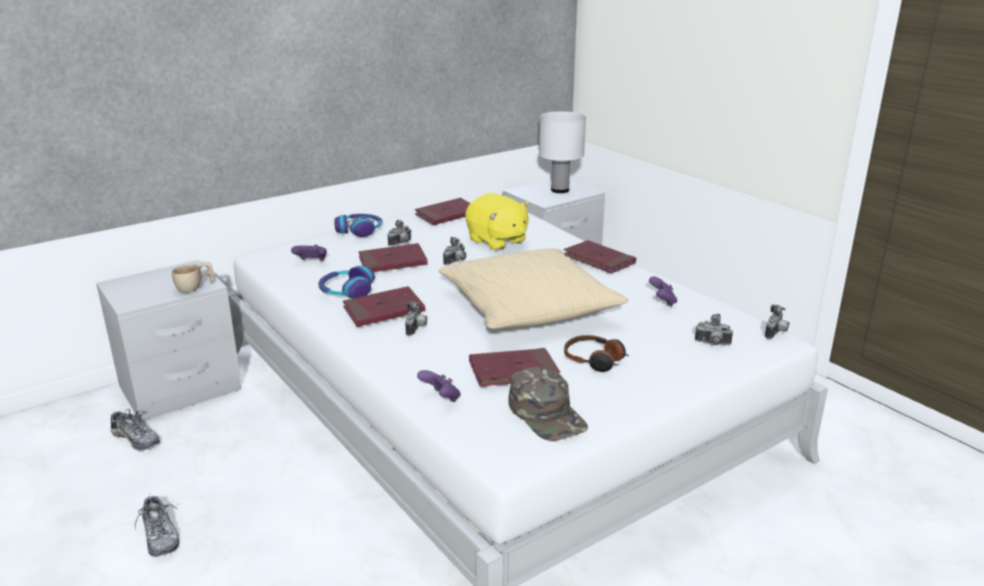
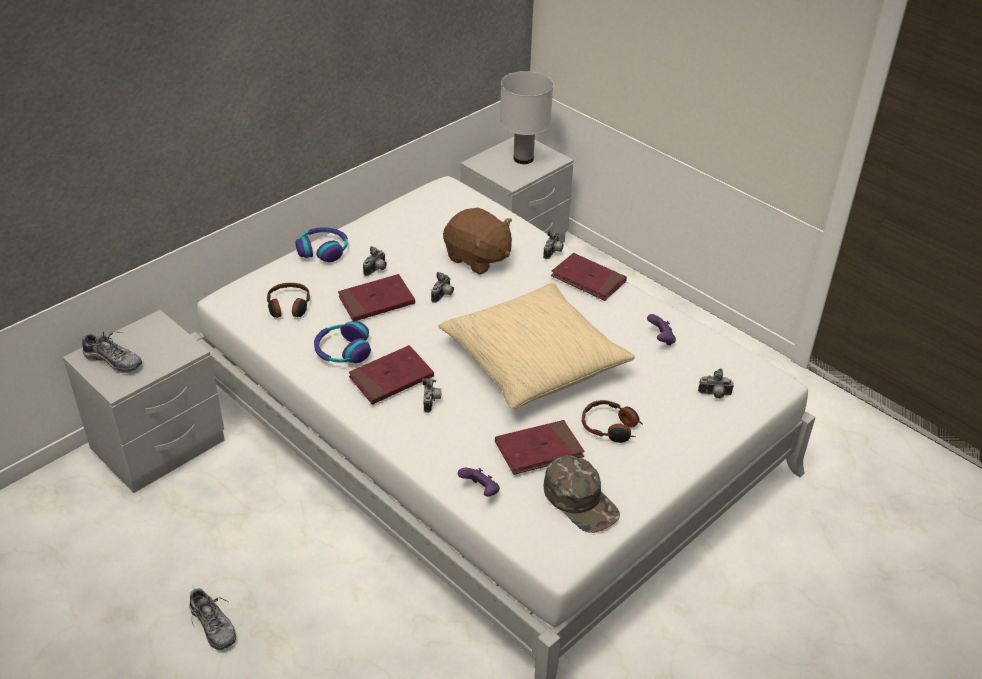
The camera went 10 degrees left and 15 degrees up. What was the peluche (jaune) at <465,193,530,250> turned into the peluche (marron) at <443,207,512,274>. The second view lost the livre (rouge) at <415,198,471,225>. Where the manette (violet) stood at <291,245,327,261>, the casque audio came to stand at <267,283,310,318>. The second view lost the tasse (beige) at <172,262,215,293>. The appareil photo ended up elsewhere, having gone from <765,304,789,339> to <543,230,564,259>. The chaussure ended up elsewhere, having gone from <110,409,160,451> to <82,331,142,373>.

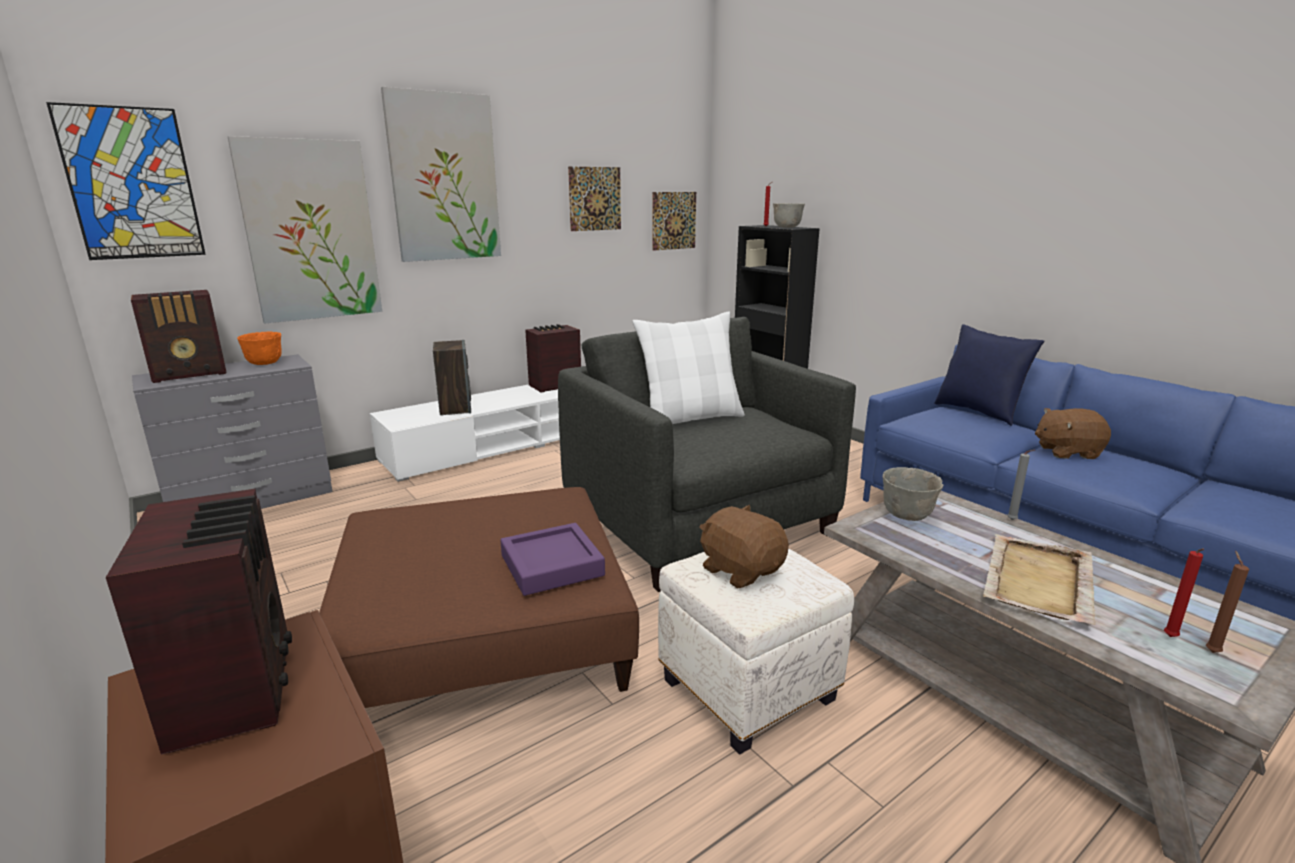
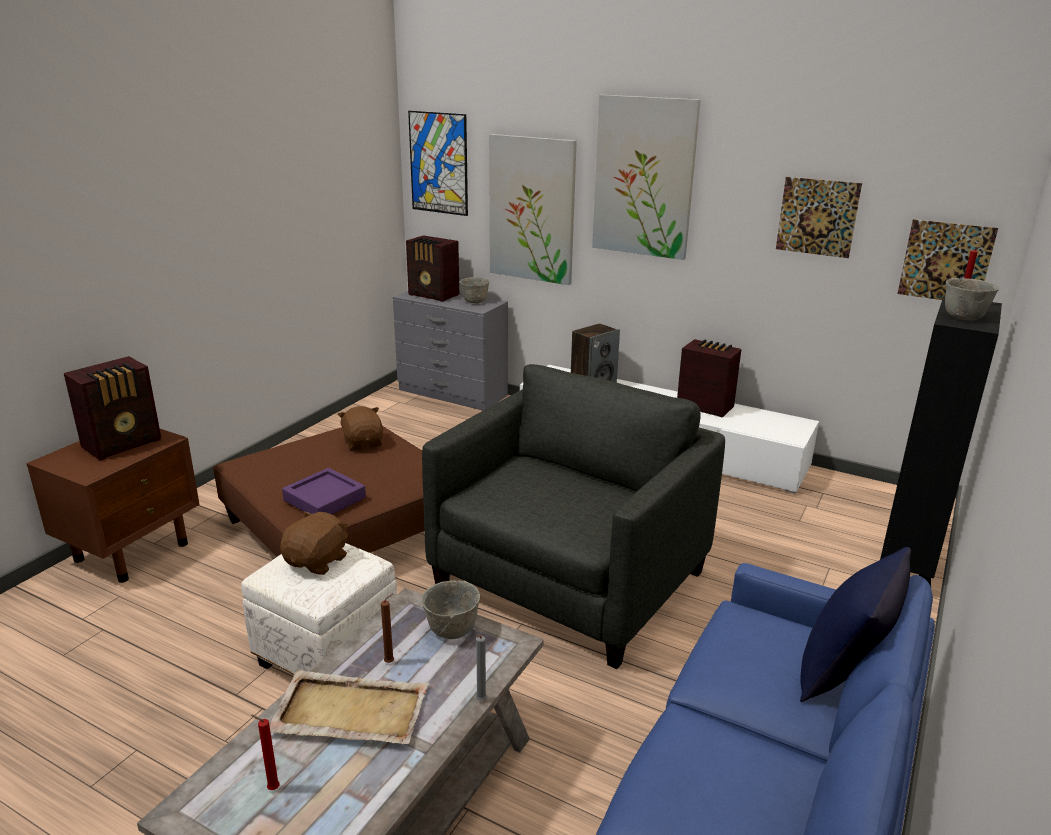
The camera went 65 degrees right and 5 degrees up. The second view lost the coussin (blanc) at <632,311,745,424>. What was the bol (orange) at <237,332,282,365> turned into the bol (gris) at <460,277,490,303>. The peluche (marron) ended up elsewhere, having gone from <1035,408,1111,459> to <337,406,383,451>. The bougie (marron) ended up elsewhere, having gone from <1206,551,1249,653> to <381,594,394,663>.

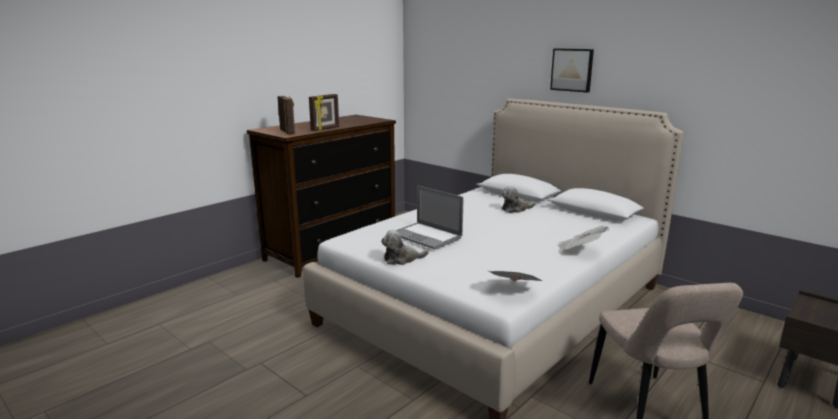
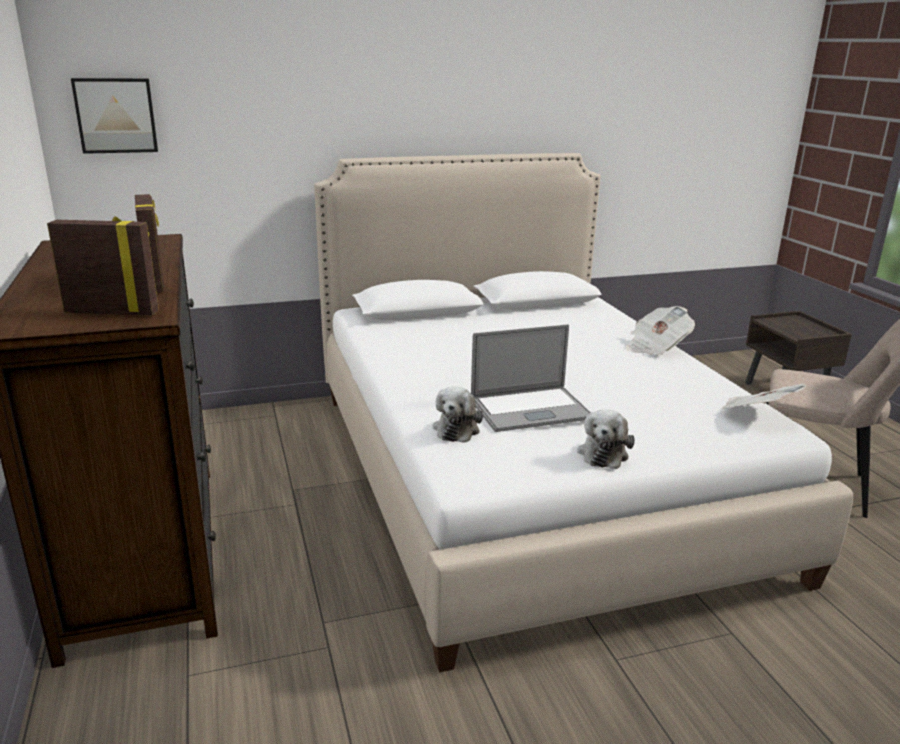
The camera went 60 degrees left and 5 degrees up. The tableau ended up elsewhere, having gone from <550,48,594,93> to <71,78,158,154>. The peluche ended up elsewhere, having gone from <502,186,535,213> to <433,386,483,442>.

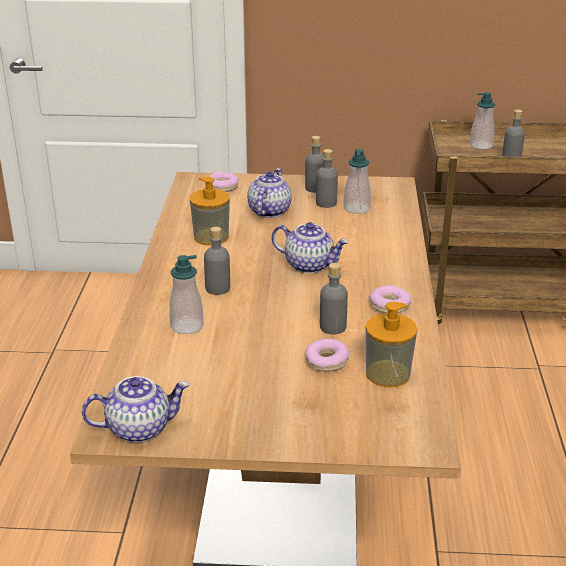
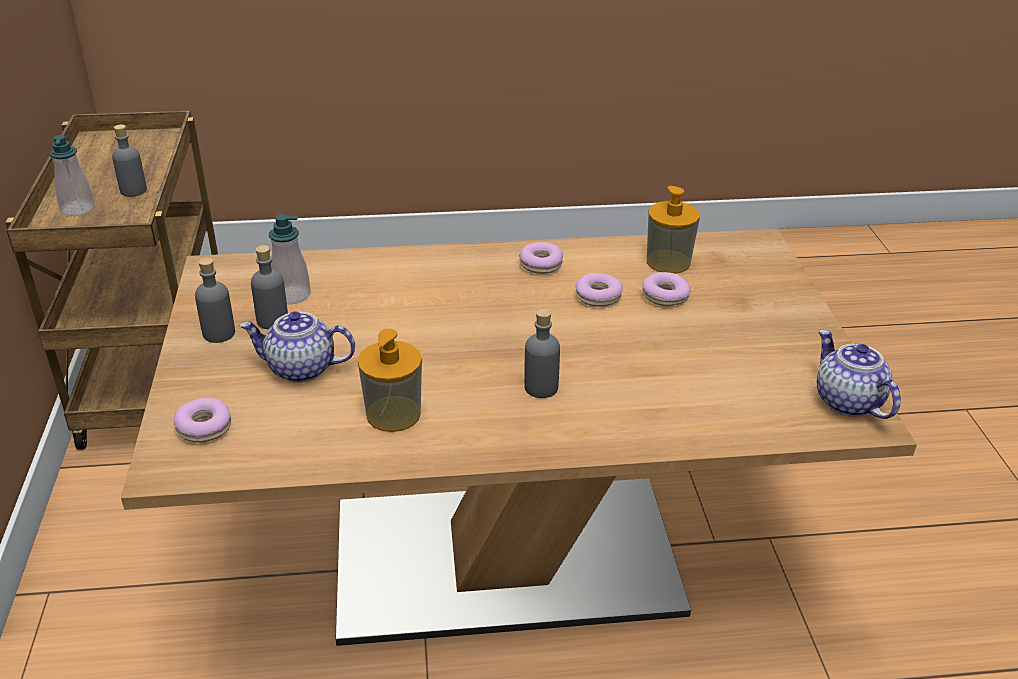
The camera went 100 degrees left and 5 degrees up. The second view lost the théière at <271,222,349,273>. The second view lost the distributeur de savon at <170,255,204,334>. Where the bouteille (gris) stood at <320,263,348,335>, the beignet came to stand at <576,273,623,307>.

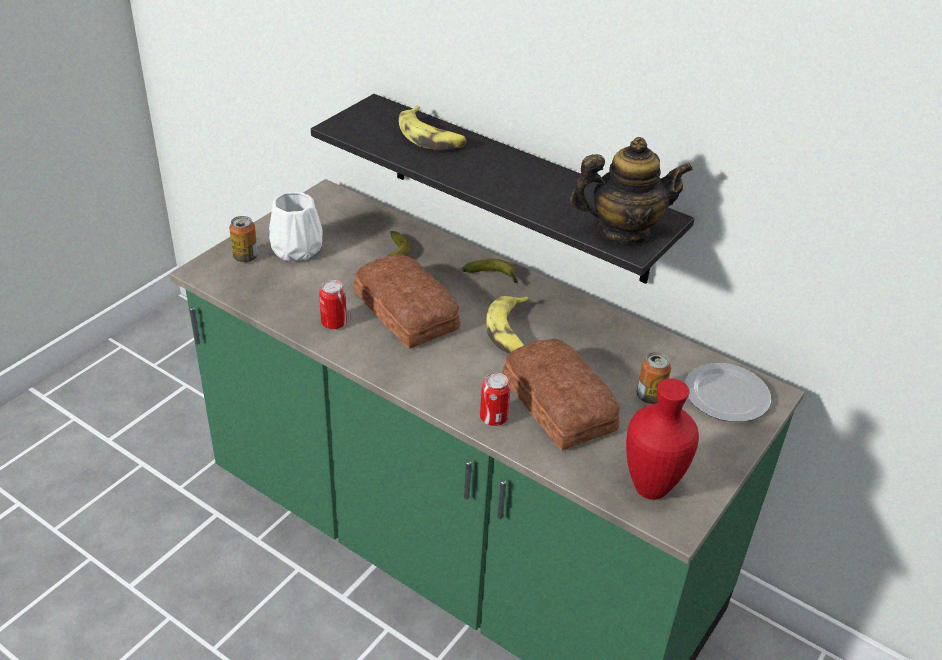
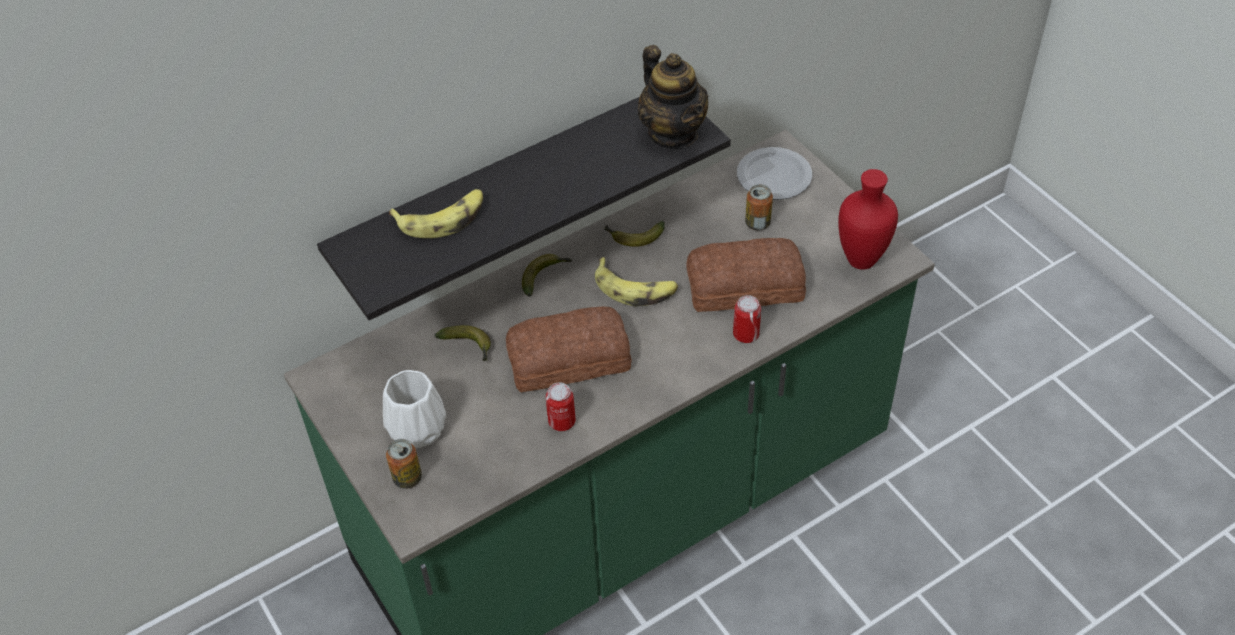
The camera went 65 degrees left and 10 degrees up. The théière at <570,137,693,244> ended up facing another way, 135 degrees clockwise from before. The second view gained the banane at <604,221,665,247>.

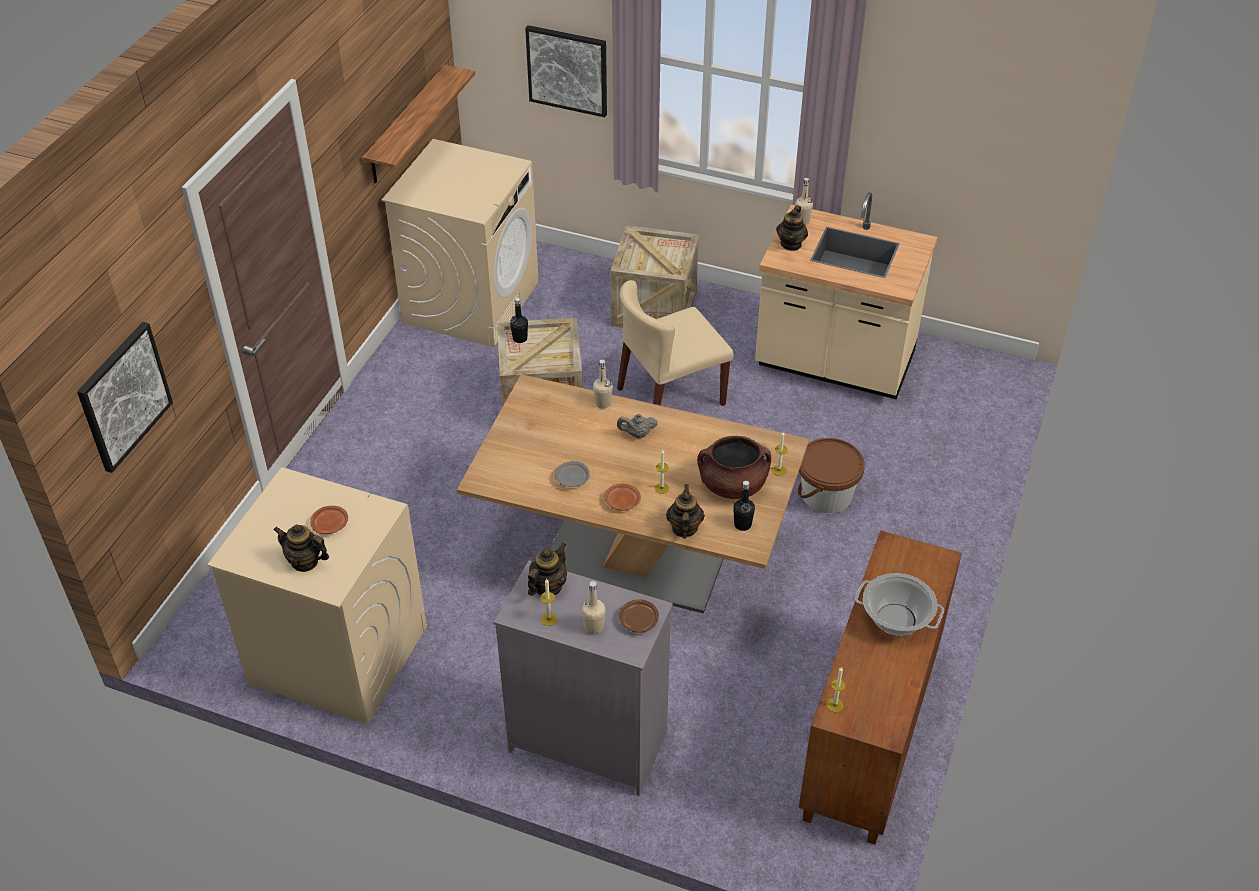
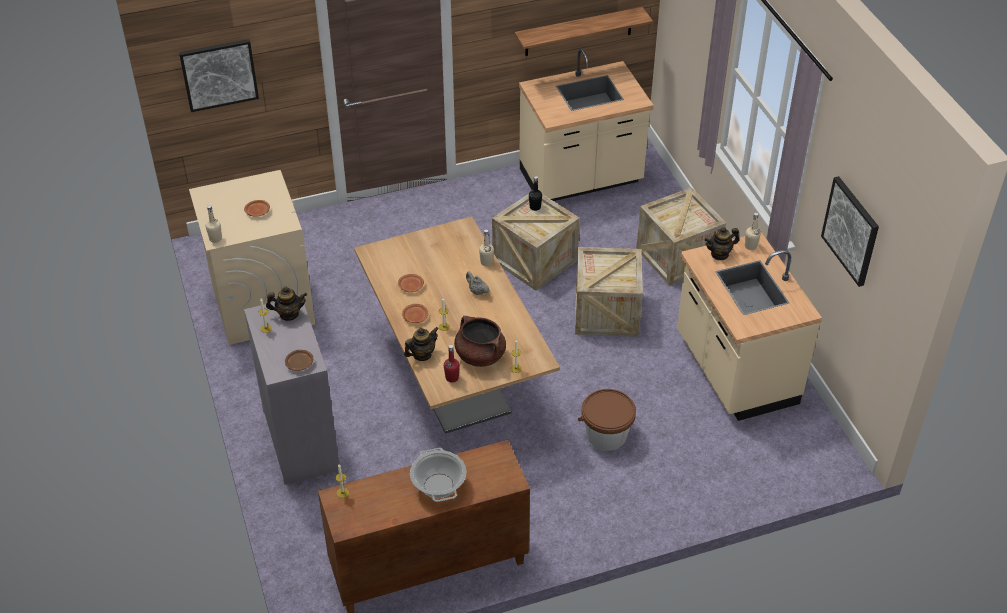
The camera went 50 degrees right and 0 degrees up. The tableau ended up elsewhere, having gone from <525,25,607,117> to <821,176,879,287>. Where the lave-linge (beige) stood at <382,139,539,347>, the comptoir de cuisine (beige) came to stand at <519,49,654,201>. Where the chaise (beige) stood at <617,280,734,406>, the caisse came to stand at <575,247,643,337>. What was the assiette (gris) at <555,461,590,487> turned into the assiette (marron) at <398,274,424,292>. What was the bouteille (noir) at <733,481,755,531> turned into the bouteille (rouge) at <444,345,460,383>. The second view lost the théière at <273,525,329,572>. The bouteille (beige) ended up elsewhere, having gone from <582,581,606,635> to <205,205,222,243>.

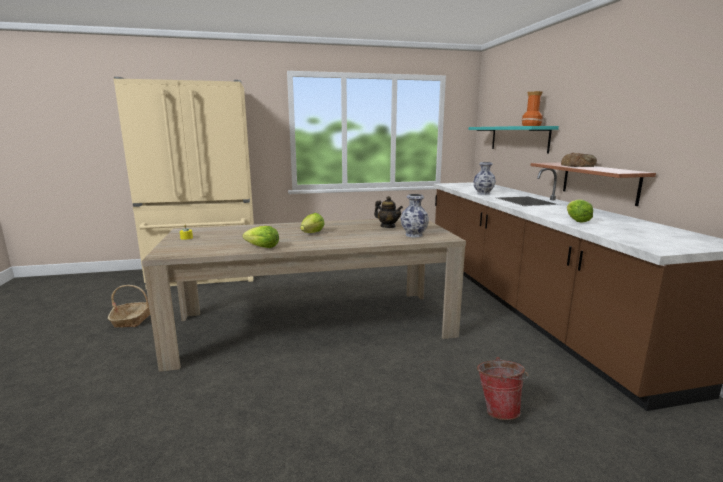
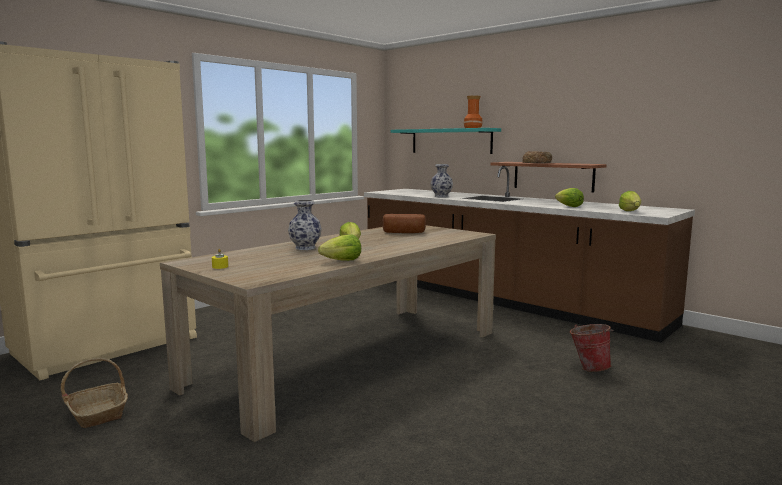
The camera went 35 degrees left and 5 degrees down. The vase ended up elsewhere, having gone from <401,194,429,237> to <288,200,322,250>. Where the théière stood at <374,196,403,228>, the pain came to stand at <383,214,426,233>. The second view gained the laitue at <619,191,641,211>.

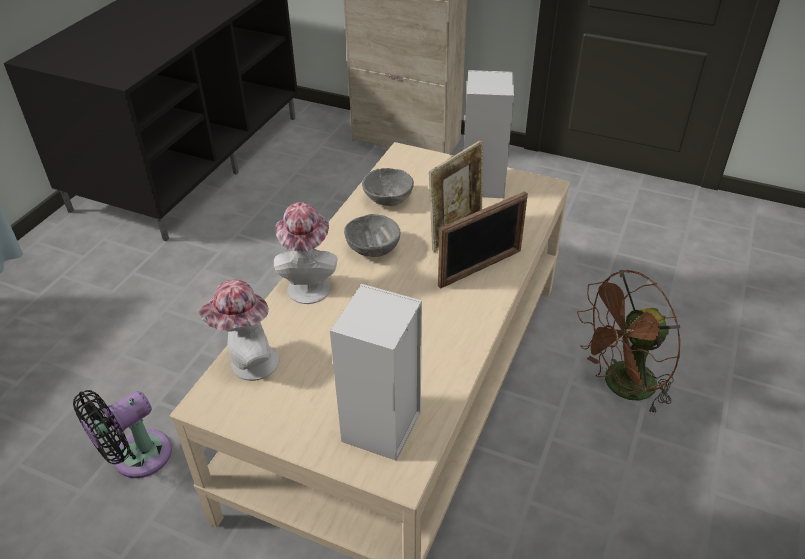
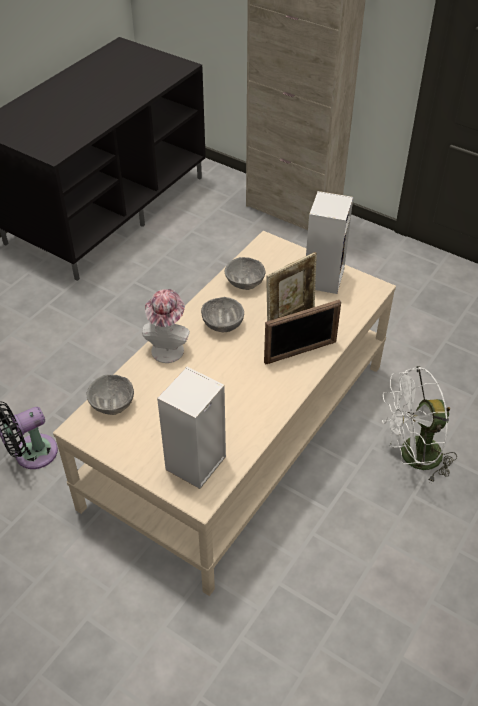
The camera went 10 degrees right and 5 degrees up. What was the ventilateur (marron) at <577,270,680,415> turned into the ventilateur (blanc) at <382,366,457,482>. Where the chapeau stood at <198,279,279,381>, the bol (gris) came to stand at <87,375,134,415>.

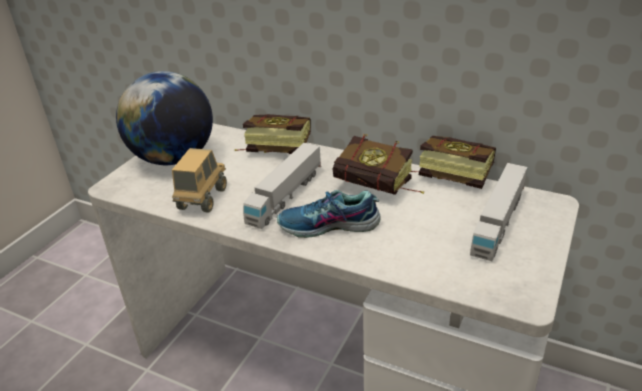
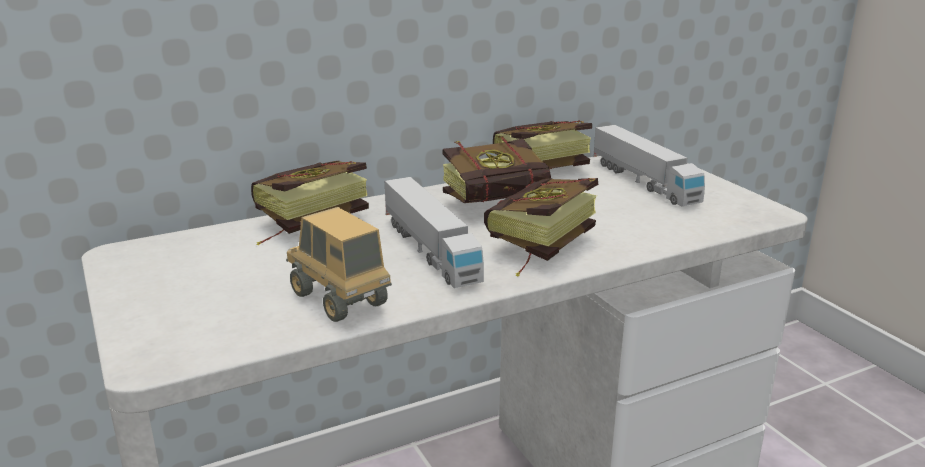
The camera went 55 degrees left and 10 degrees down. The second view lost the globe at <116,71,213,165>. Where the chaussure stood at <277,190,381,238>, the livre came to stand at <484,178,598,277>.

